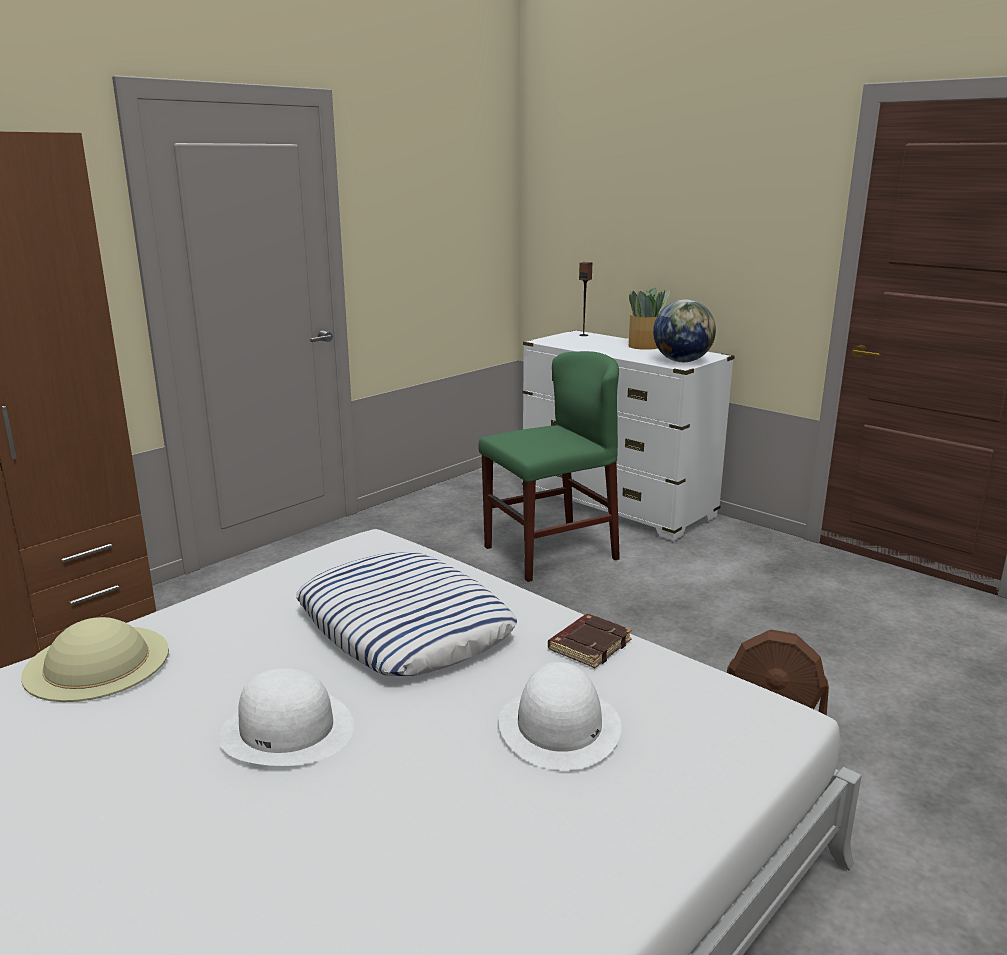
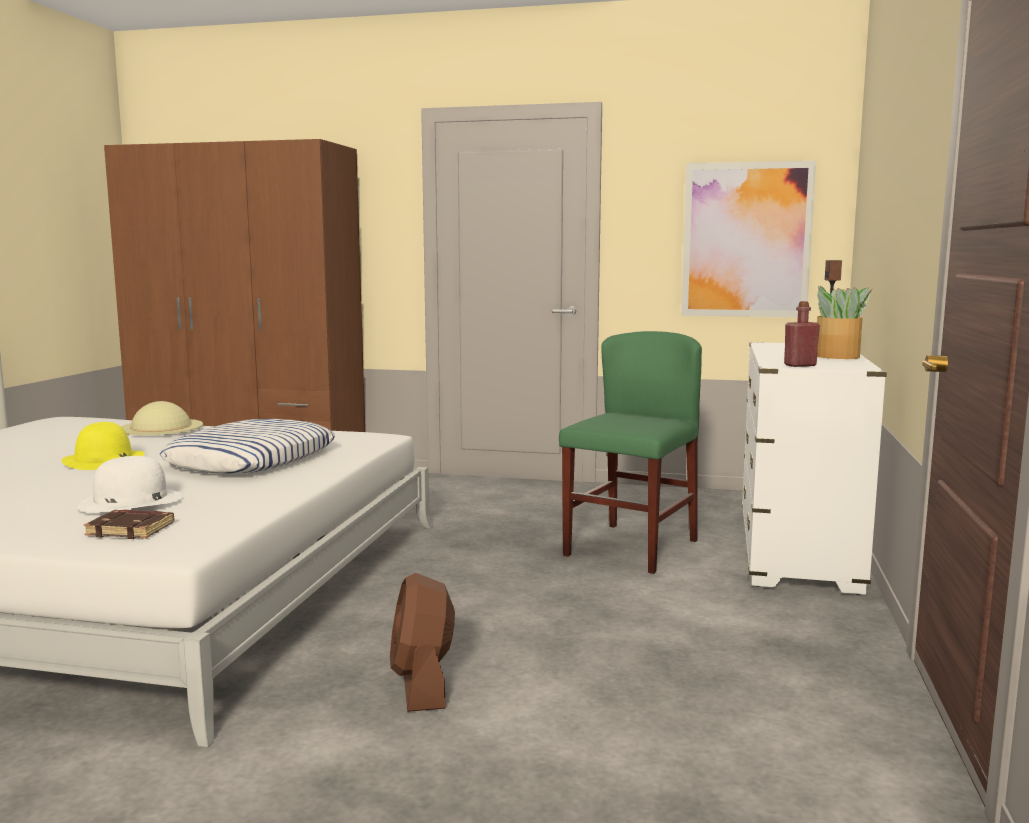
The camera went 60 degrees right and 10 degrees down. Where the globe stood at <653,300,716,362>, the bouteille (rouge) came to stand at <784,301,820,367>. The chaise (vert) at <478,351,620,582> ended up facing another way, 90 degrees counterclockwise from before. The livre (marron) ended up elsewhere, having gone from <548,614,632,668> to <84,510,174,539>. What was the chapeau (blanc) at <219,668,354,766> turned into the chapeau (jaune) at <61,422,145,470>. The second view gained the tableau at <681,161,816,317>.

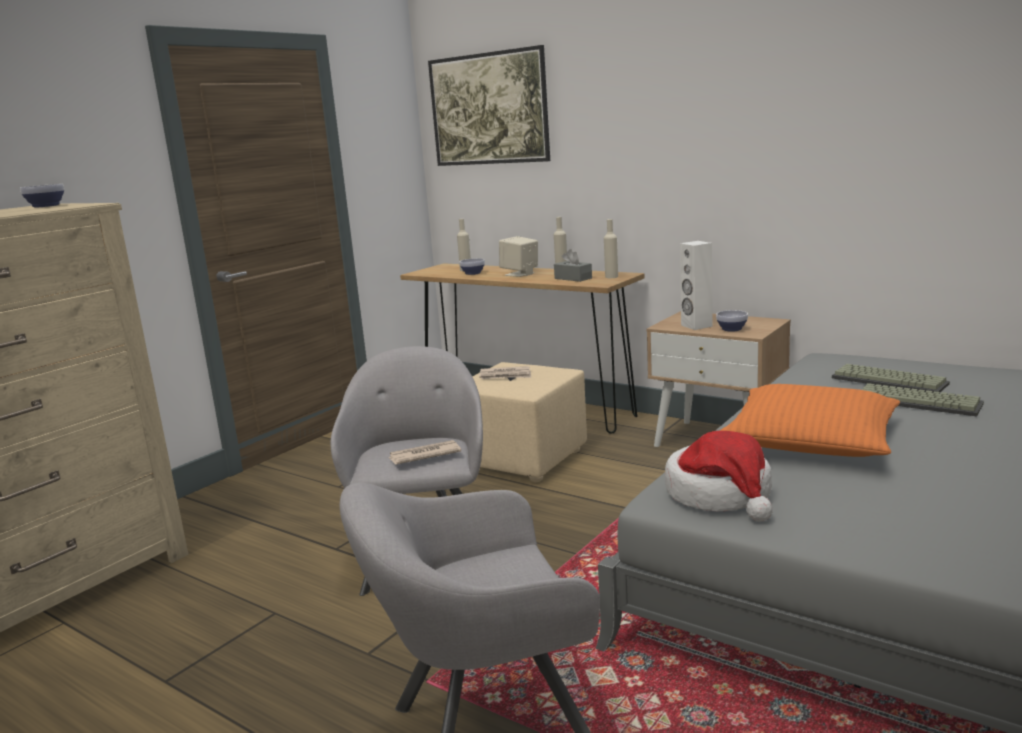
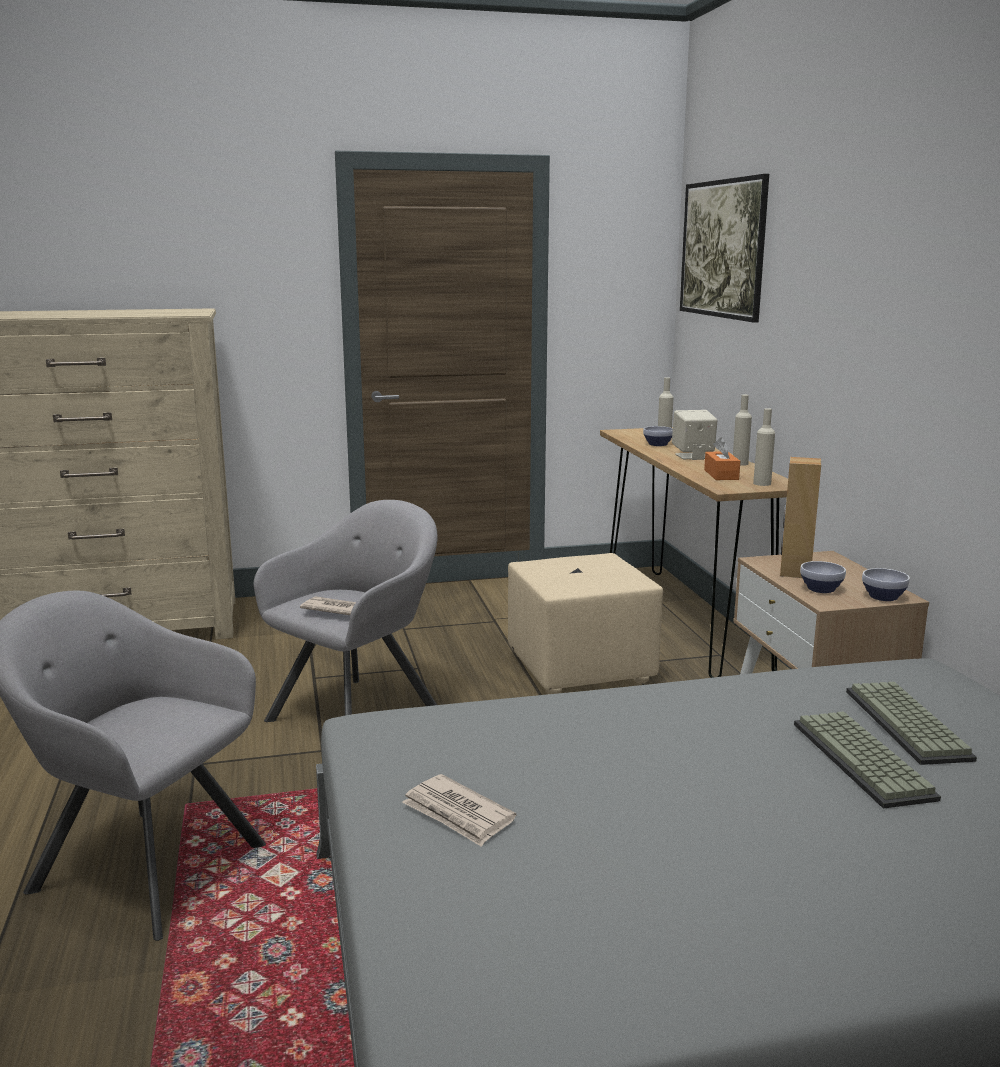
The camera went 40 degrees right and 0 degrees up. The bol ended up elsewhere, having gone from <20,184,64,208> to <862,568,910,601>. What was the enceinte (blanc) at <680,241,713,330> turned into the enceinte (marron) at <780,457,821,578>. What was the boîte à mouchoirs (gris) at <554,249,592,282> turned into the boîte à mouchoirs (orange) at <704,437,740,480>. The journal ended up elsewhere, having gone from <479,366,531,379> to <402,774,516,847>. The second view lost the coussin (orange) at <720,384,900,457>. The second view lost the chapeau at <665,431,772,522>.

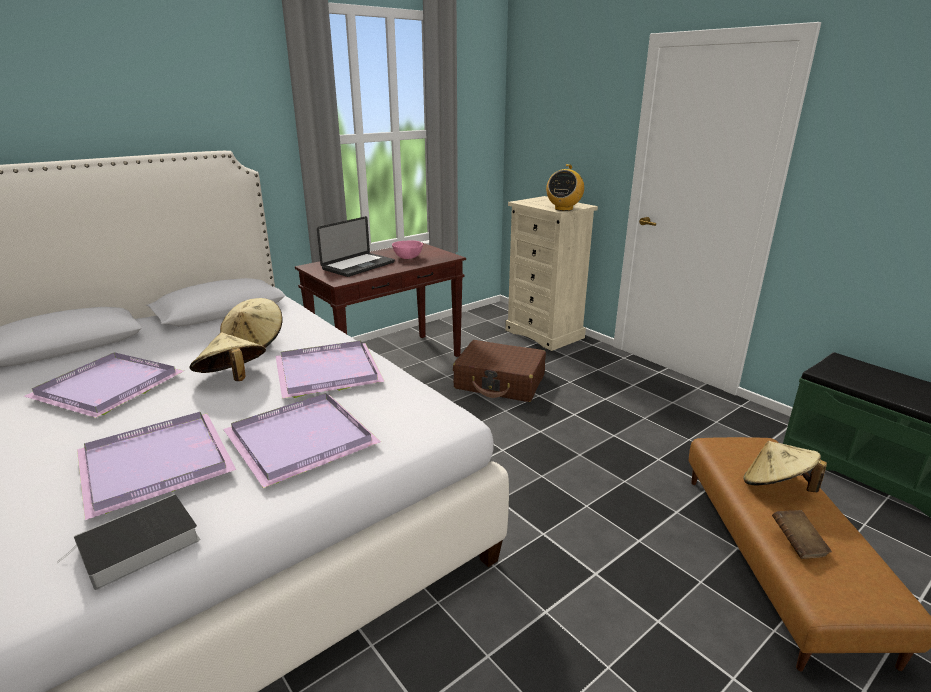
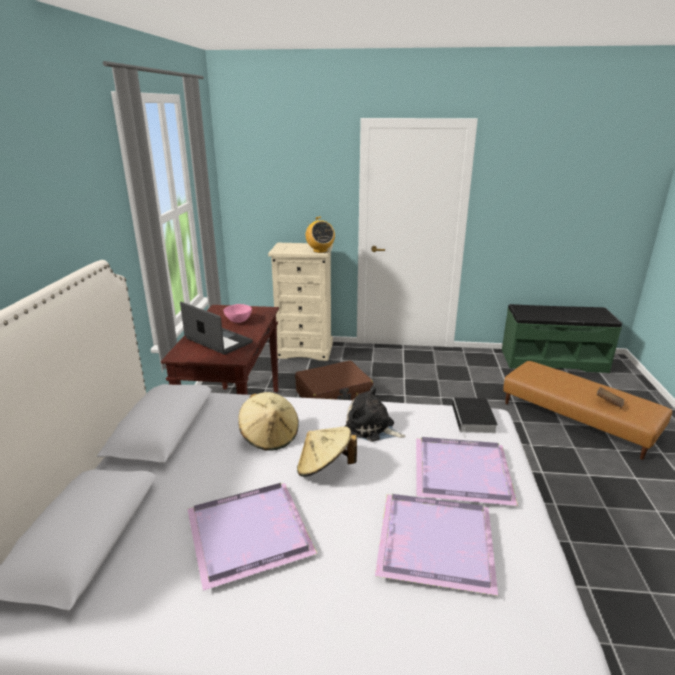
The camera went 45 degrees left and 0 degrees up. The ordinateur portable at <317,216,395,277> ended up facing another way, 45 degrees counterclockwise from before. Where the plateau (violet) stood at <276,340,385,398>, the peluche came to stand at <345,385,405,442>. The second view lost the chapeau (beige) at <743,441,827,492>. The livre ended up elsewhere, having gone from <57,494,200,590> to <452,398,498,438>.

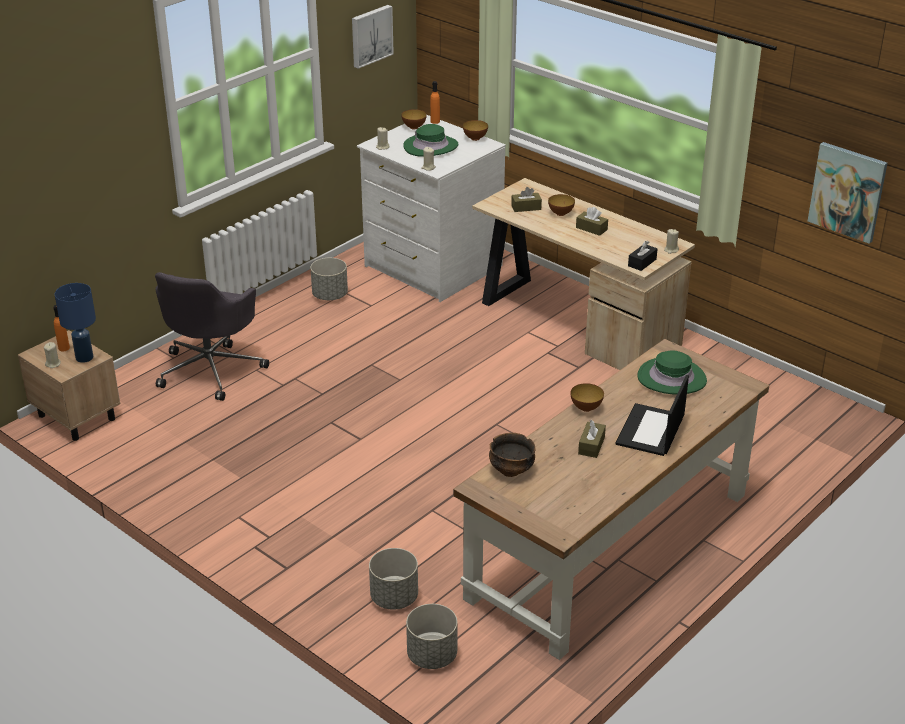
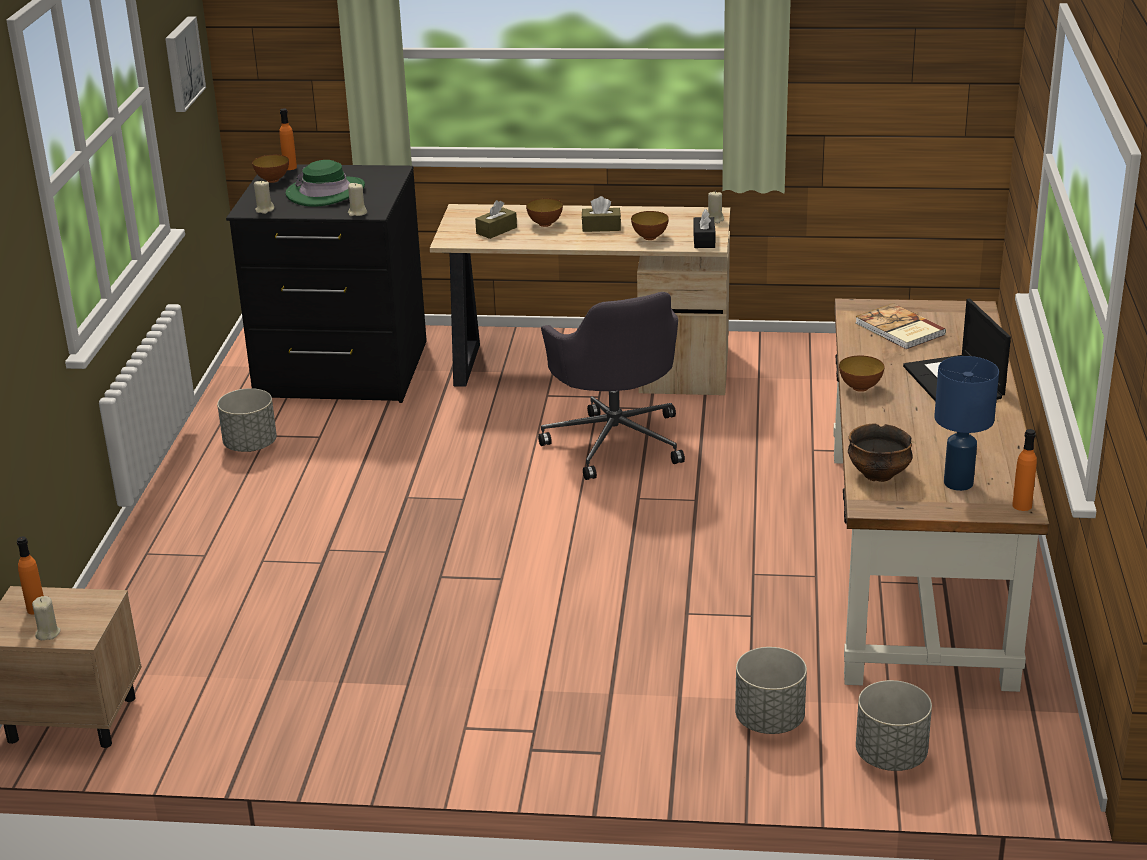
The camera went 35 degrees left and 5 degrees down. What was the commode (blanc) at <357,115,506,302> turned into the commode (noir) at <226,164,427,403>. The bol ended up elsewhere, having gone from <463,120,488,141> to <631,211,669,240>. The second view lost the tableau at <808,142,888,244>. The chaise de bureau (gris) ended up elsewhere, having gone from <155,272,269,401> to <538,292,685,480>. The lampe de table (bleu) ended up elsewhere, having gone from <54,283,96,363> to <934,356,999,491>. Where the chapeau (vert) stood at <637,350,707,395>, the livre came to stand at <855,303,946,349>. The second view lost the boîte à mouchoirs (marron) at <578,420,606,458>. The second view gained the bouteille (orange) at <1012,429,1037,511>.

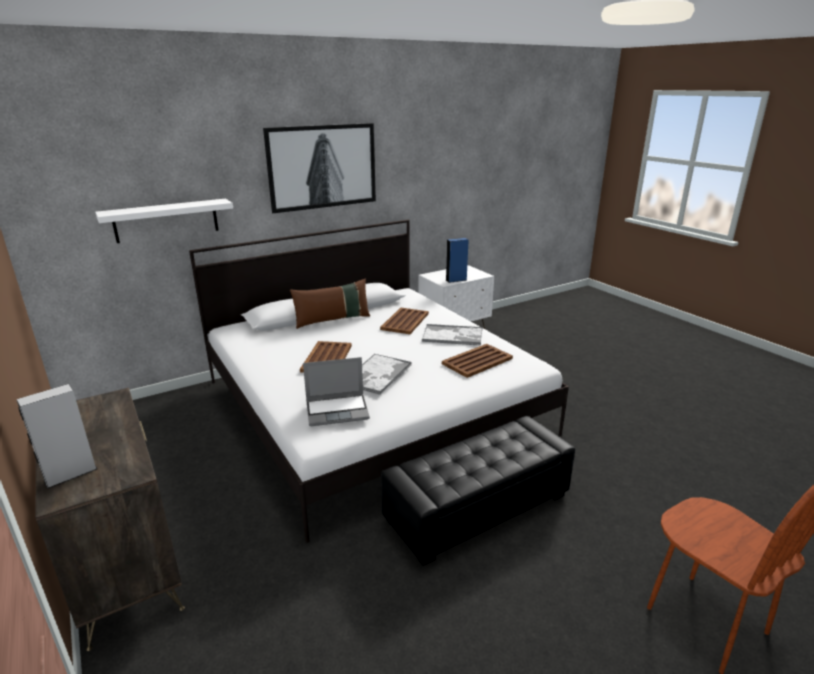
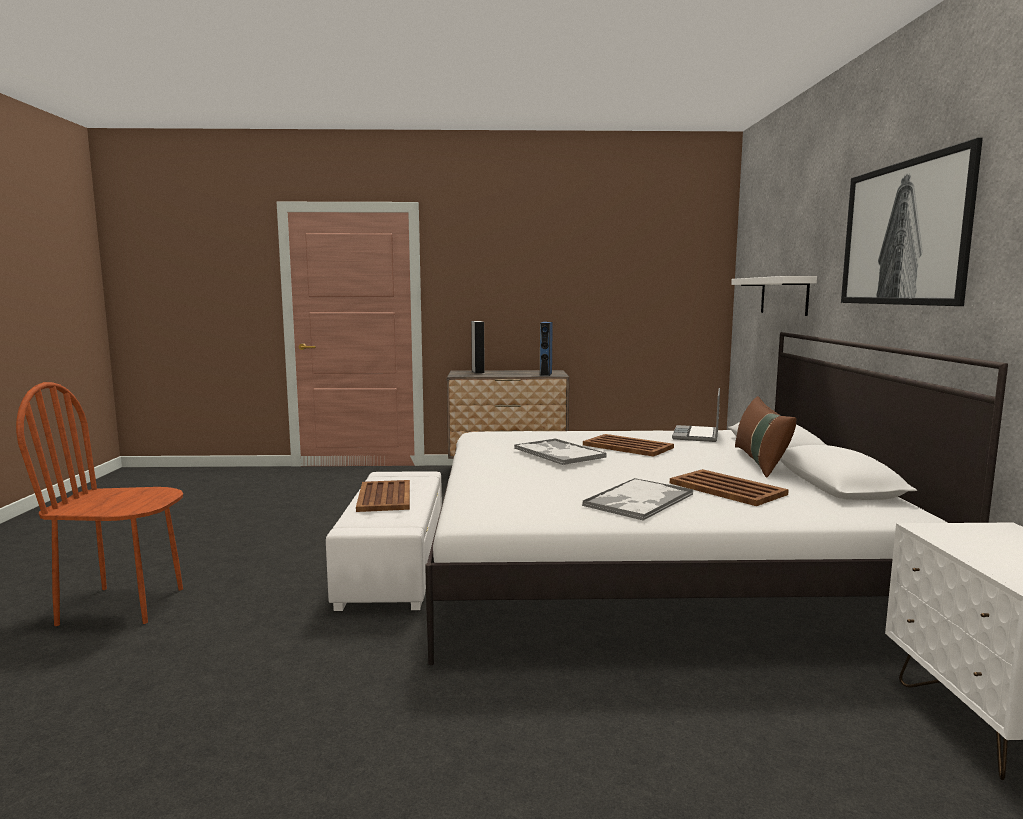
The camera went 120 degrees right and 15 degrees down. The enceinte (bleu) ended up elsewhere, having gone from <446,238,469,283> to <540,322,553,376>. The plateau (marron) ended up elsewhere, having gone from <442,344,513,378> to <356,480,410,512>. The ordinateur portable ended up elsewhere, having gone from <303,357,370,426> to <672,388,720,442>. What was the pouf (noir) at <381,416,575,566> turned into the pouf (blanc) at <326,471,442,611>.

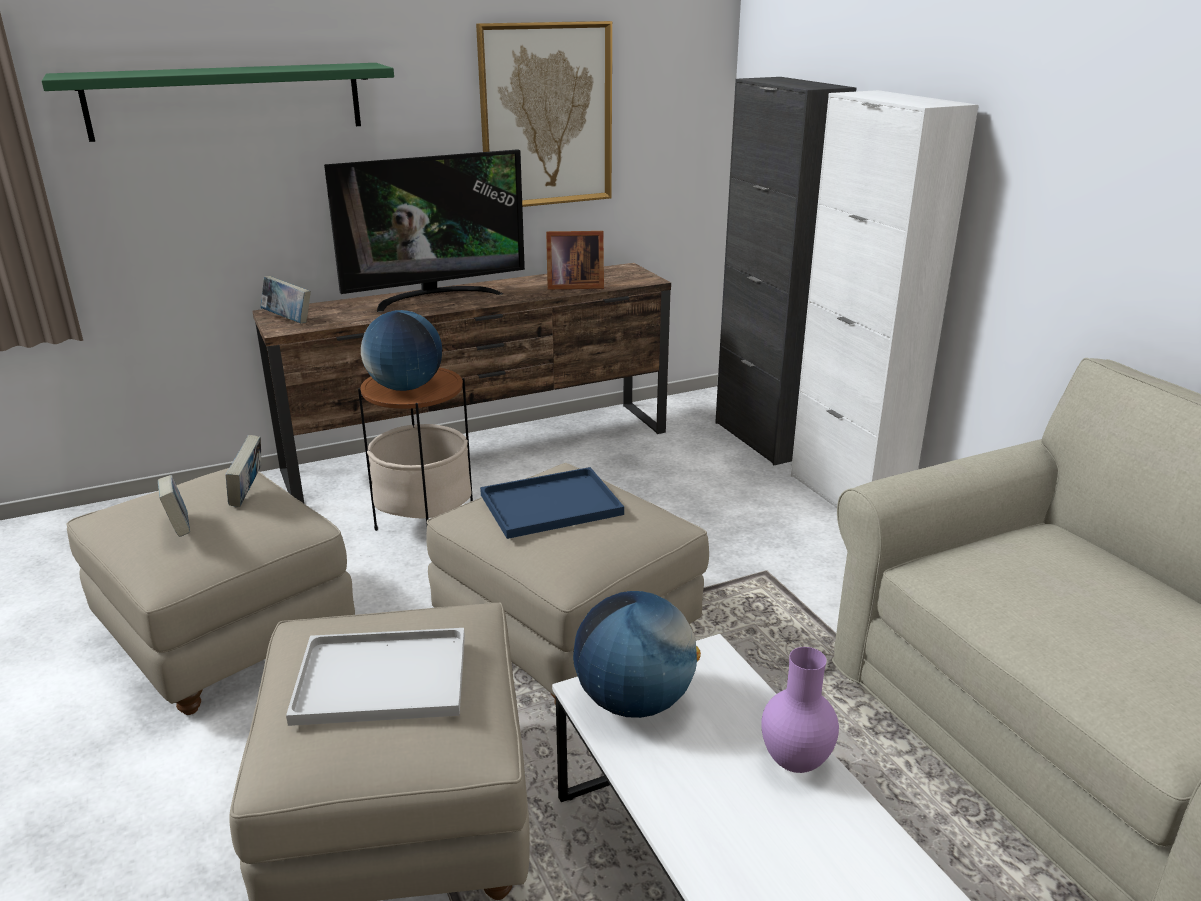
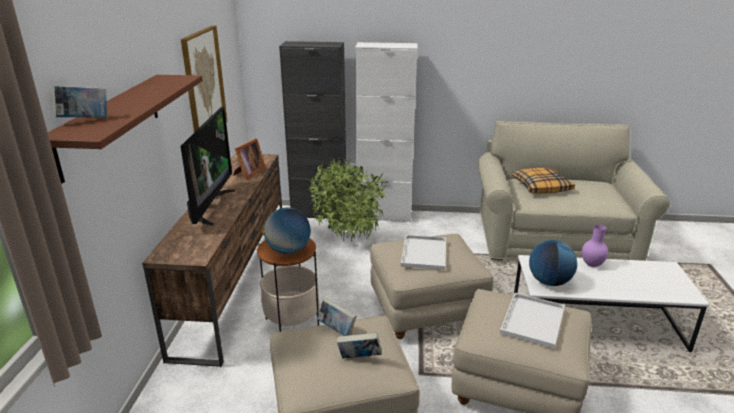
The camera went 60 degrees left and 0 degrees up. What was the étagère (vert) at <42,63,394,142> turned into the étagère (marron) at <48,75,203,184>. The livre ended up elsewhere, having gone from <260,276,311,323> to <53,86,107,118>. What was the plateau (bleu) at <480,467,624,539> turned into the plateau (blanc) at <401,235,446,270>. The second view gained the plante en pot at <307,157,388,241>. The second view gained the coussin at <512,168,575,194>.

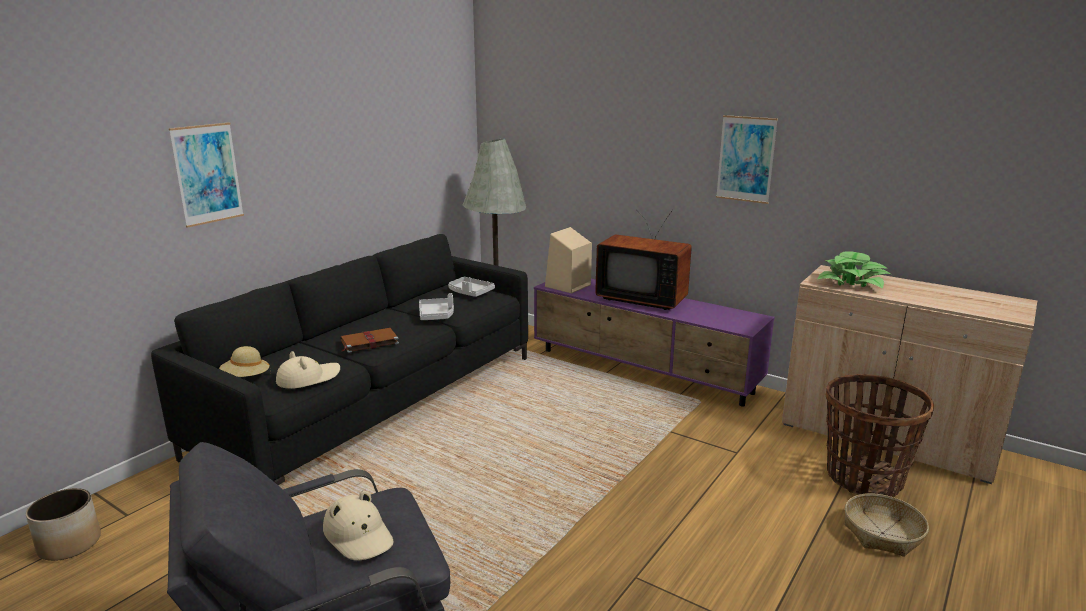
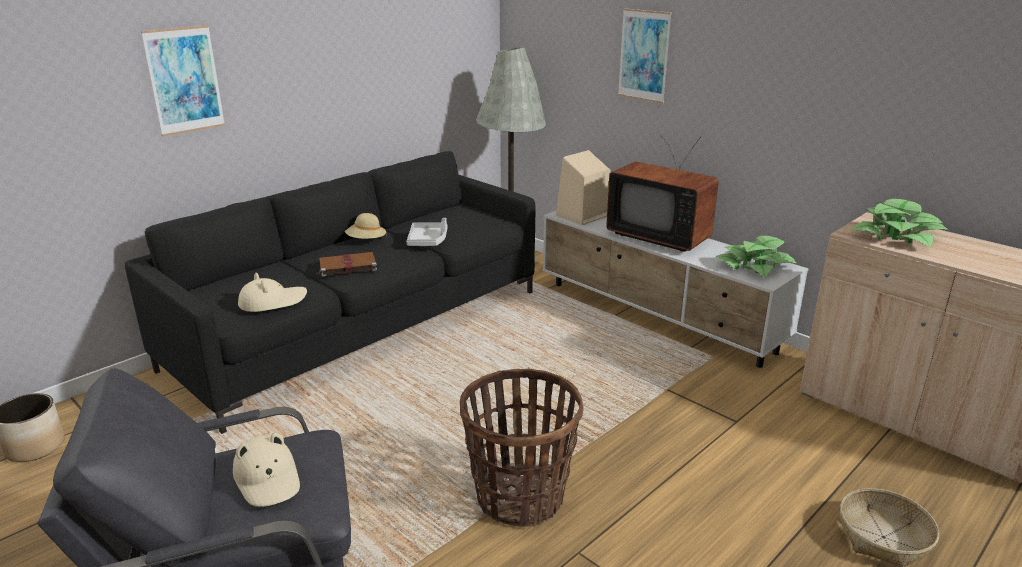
The camera went 10 degrees right and 5 degrees up. The tableau ended up elsewhere, having gone from <716,115,778,204> to <618,8,672,103>. The second view lost the plateau (gris) at <448,277,495,297>. What was the meuble télé (violet) at <534,279,775,407> turned into the meuble télé (blanc) at <543,211,809,368>. The chapeau (beige) ended up elsewhere, having gone from <219,346,271,377> to <345,213,387,239>. The panier ended up elsewhere, having gone from <826,374,934,497> to <460,369,584,527>. The second view gained the plante en pot at <715,236,796,277>.

